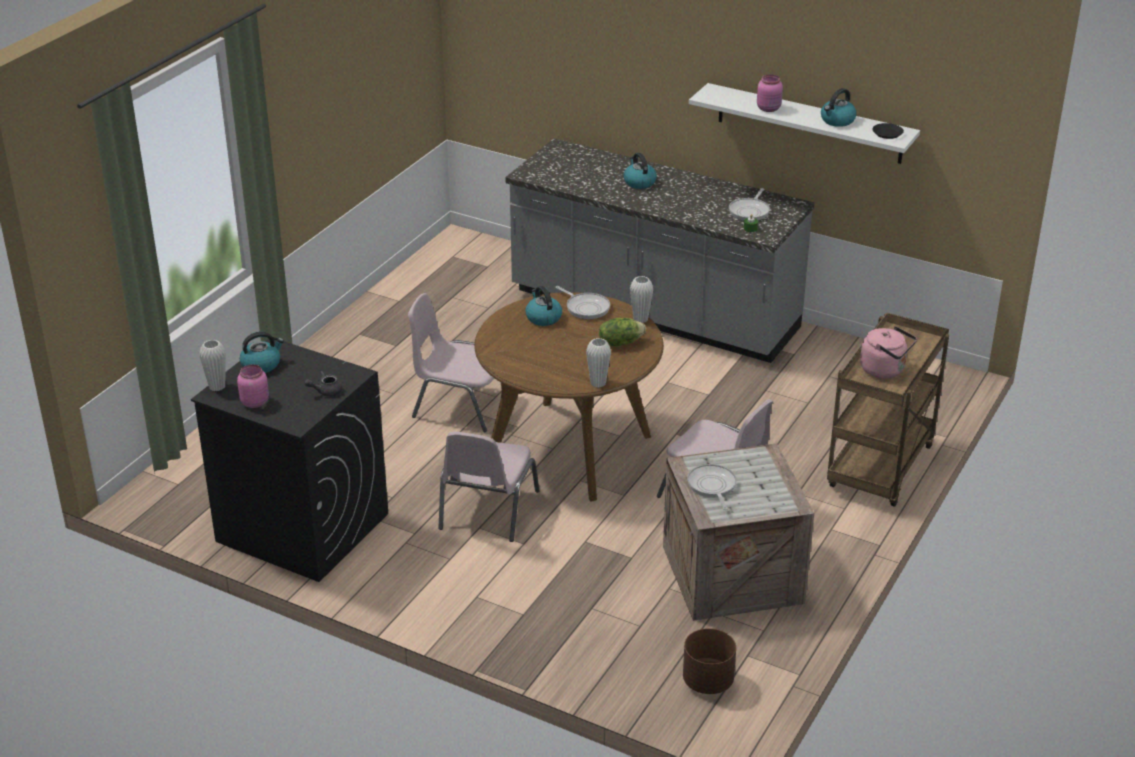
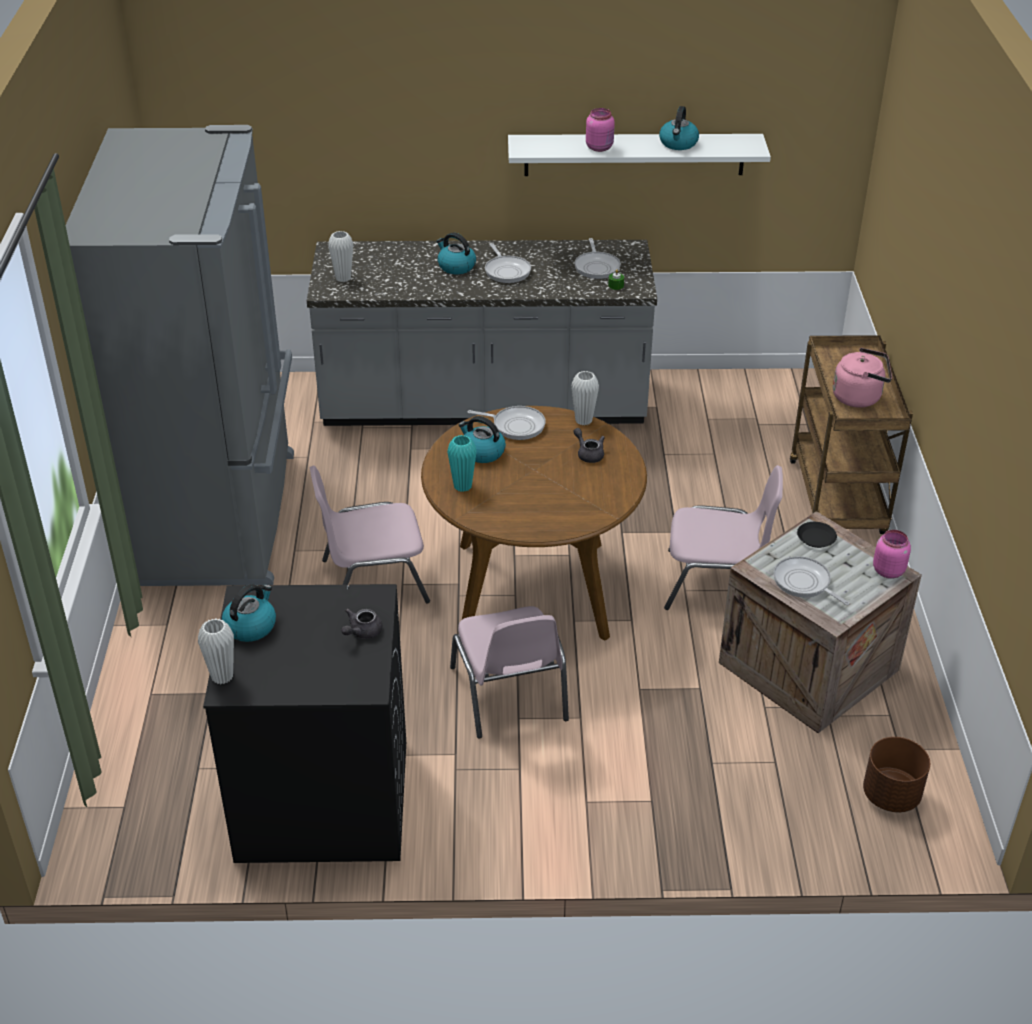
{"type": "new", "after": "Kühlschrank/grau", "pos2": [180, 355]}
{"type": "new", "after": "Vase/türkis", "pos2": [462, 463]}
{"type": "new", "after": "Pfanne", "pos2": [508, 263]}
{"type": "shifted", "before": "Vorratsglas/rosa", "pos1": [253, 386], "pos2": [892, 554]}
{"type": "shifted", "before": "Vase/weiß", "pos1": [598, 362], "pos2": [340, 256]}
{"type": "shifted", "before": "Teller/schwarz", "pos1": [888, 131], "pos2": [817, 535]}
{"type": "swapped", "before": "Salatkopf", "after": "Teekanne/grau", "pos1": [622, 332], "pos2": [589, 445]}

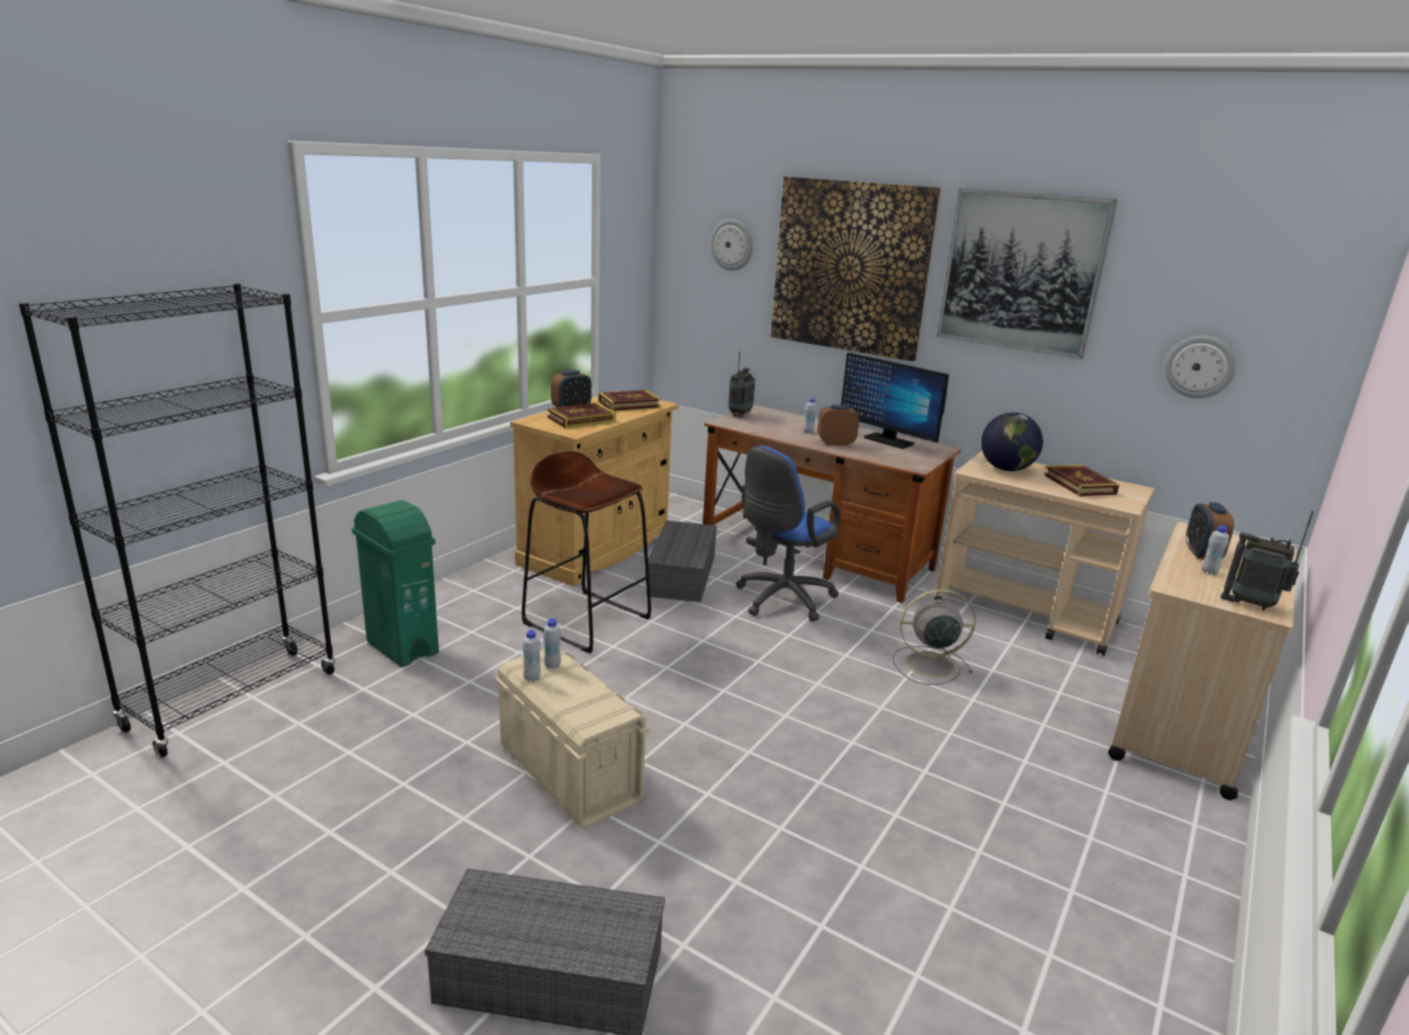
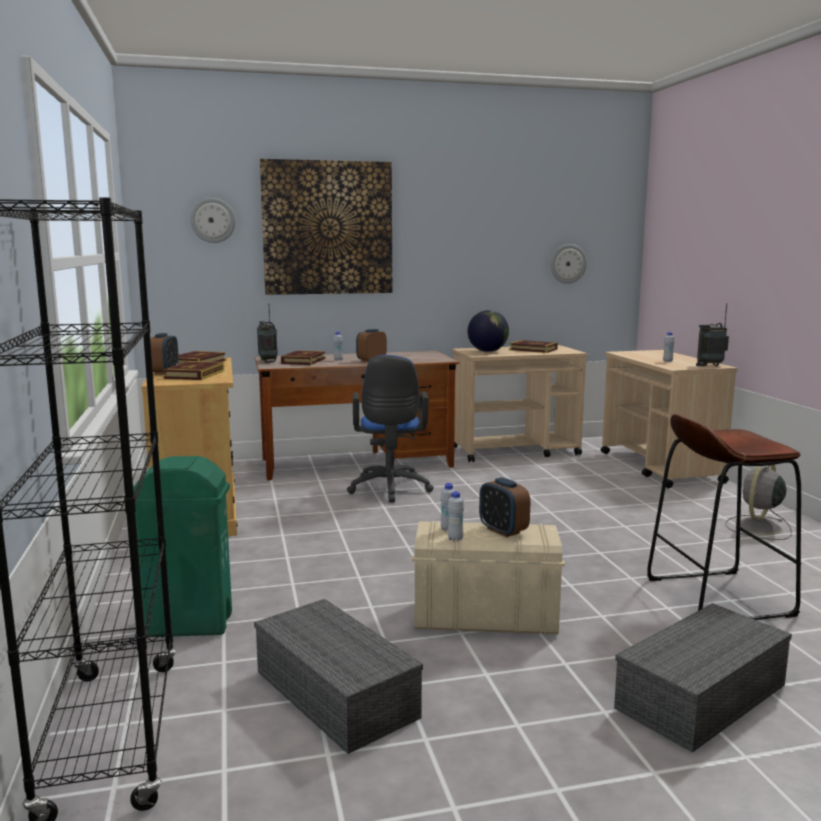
{"type": "gone", "before": "Monitor", "pos1": [895, 400]}
{"type": "gone", "before": "Bild", "pos1": [1026, 273]}
{"type": "new", "after": "Buch", "pos2": [303, 357]}
{"type": "shifted", "before": "Hocker/braun", "pos1": [586, 552], "pos2": [724, 517]}
{"type": "shifted", "before": "Aufbewahrungsbox/grau", "pos1": [681, 561], "pos2": [338, 676]}
{"type": "shifted", "before": "Ventilator/grau", "pos1": [934, 637], "pos2": [758, 502]}
{"type": "shifted", "before": "Wecker", "pos1": [1210, 530], "pos2": [504, 507]}

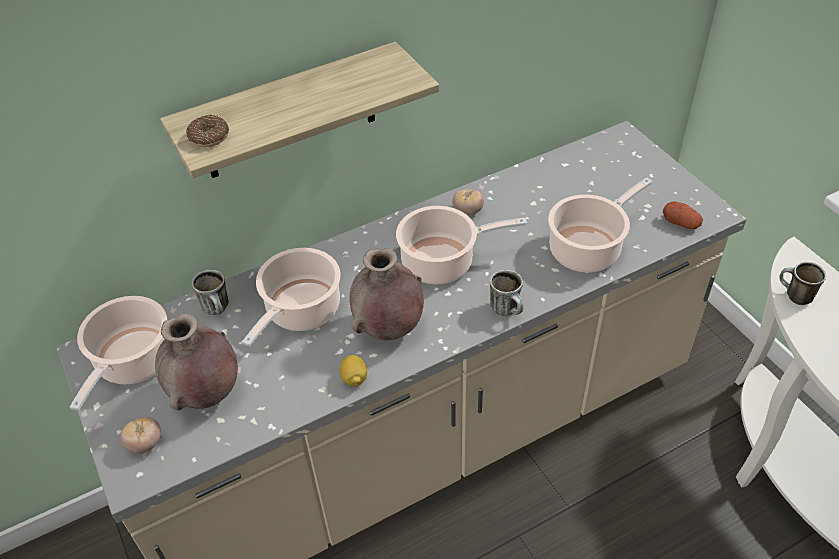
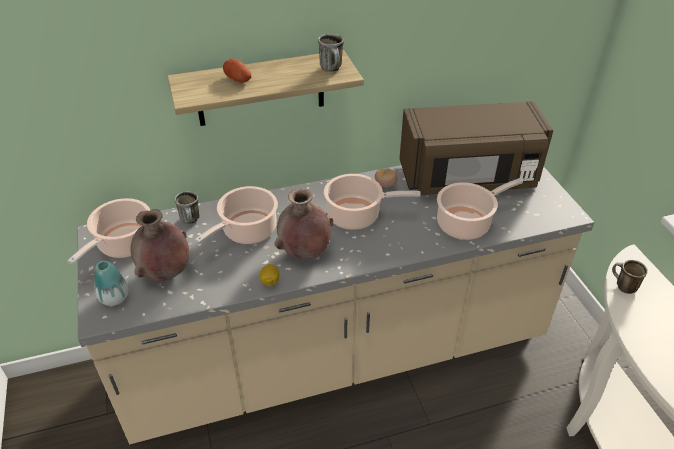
{"type": "gone", "before": "Donut", "pos1": [207, 130]}
{"type": "new", "after": "Mikrowelle/braun", "pos2": [476, 148]}
{"type": "shifted", "before": "Henkelbecher", "pos1": [507, 293], "pos2": [331, 53]}
{"type": "shifted", "before": "Kartoffel", "pos1": [683, 215], "pos2": [237, 71]}
{"type": "swapped", "before": "Tomate", "after": "Vase", "pos1": [140, 435], "pos2": [111, 283]}

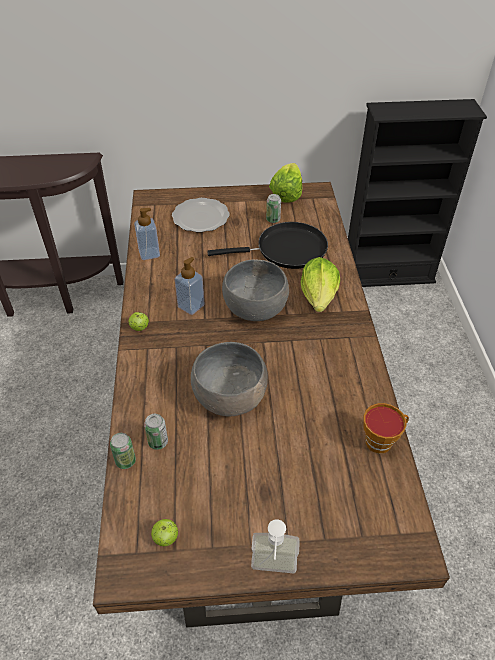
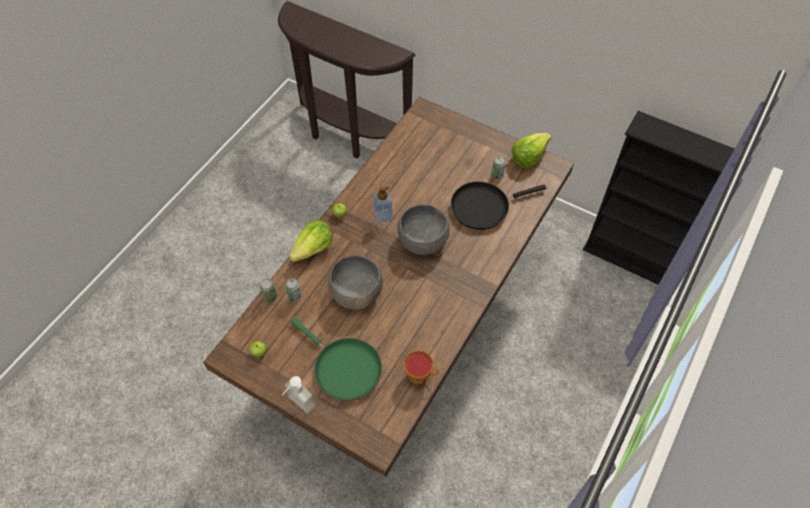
{"type": "gone", "before": "Seifenspender", "pos1": [147, 234]}
{"type": "gone", "before": "Teller", "pos1": [201, 215]}
{"type": "new", "after": "Pfanne/grün", "pos2": [336, 359]}
{"type": "shifted", "before": "Salatkopf", "pos1": [320, 284], "pos2": [311, 241]}
{"type": "rotated", "before": "Pfanne/schwarz", "pos1": [267, 245], "pos2": [498, 205], "turn": 135}

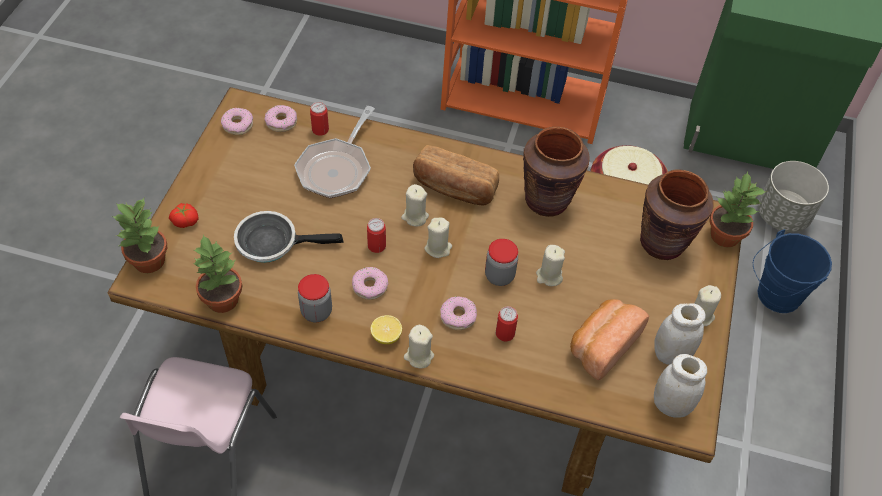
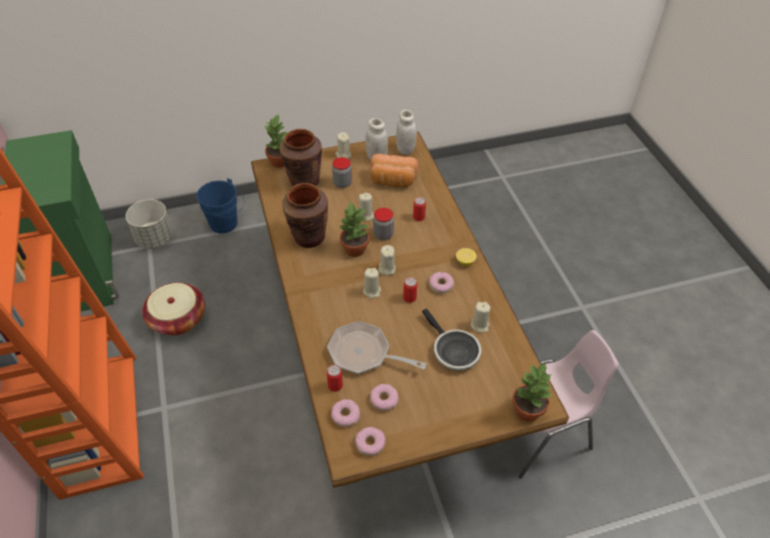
{"type": "gone", "before": "Tomate", "pos1": [183, 215]}
{"type": "gone", "before": "Brot", "pos1": [456, 175]}
{"type": "shifted", "before": "Topfpflanze", "pos1": [217, 274], "pos2": [354, 229]}
{"type": "shifted", "before": "Vorratsglas", "pos1": [315, 298], "pos2": [342, 172]}
{"type": "shifted", "before": "Kerze/beige", "pos1": [419, 346], "pos2": [481, 317]}
{"type": "shifted", "before": "Donut", "pos1": [458, 313], "pos2": [384, 397]}
{"type": "rotated", "before": "Pfanne", "pos1": [334, 152], "pos2": [377, 347], "turn": -150}

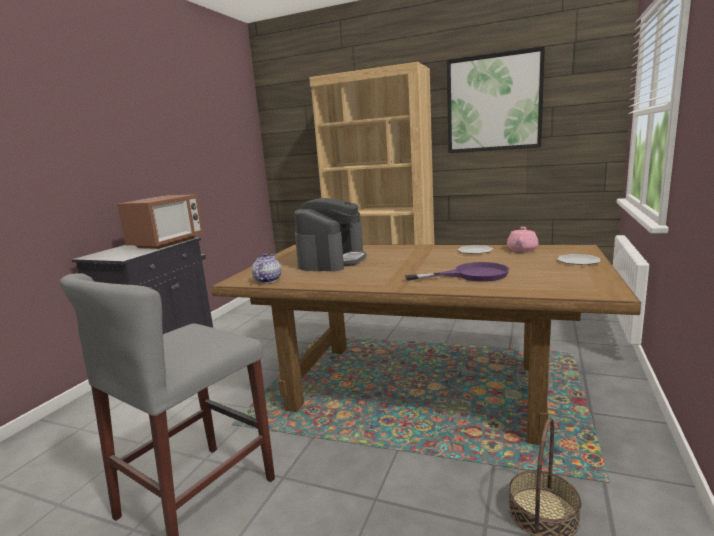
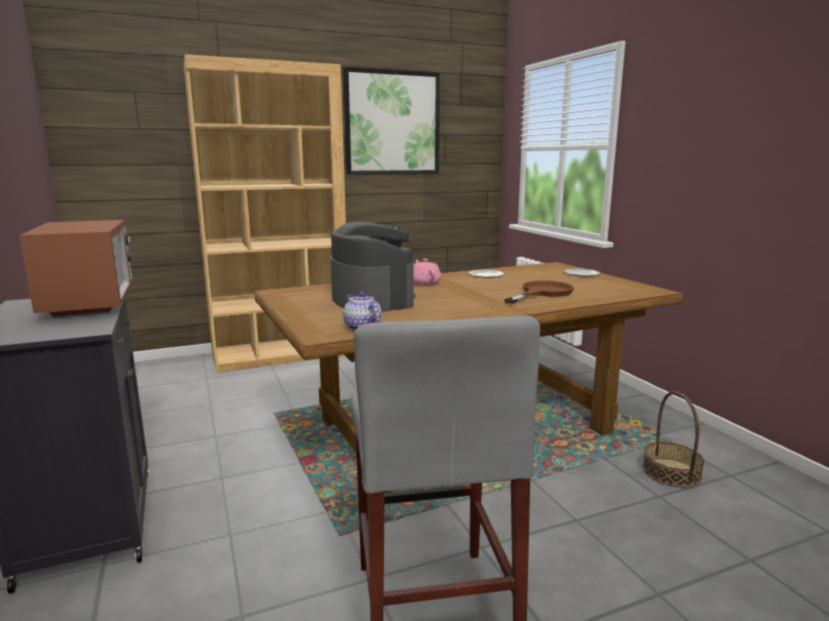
{"type": "shifted", "before": "Teekanne/rosa", "pos1": [523, 239], "pos2": [427, 272]}
{"type": "repainted", "before": "Pfanne/lila", "after": "Pfanne/braun", "pos1": [457, 272], "pos2": [539, 292]}

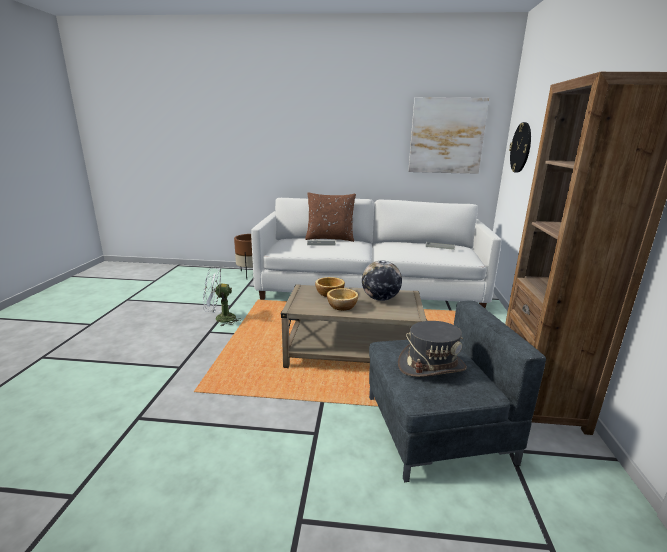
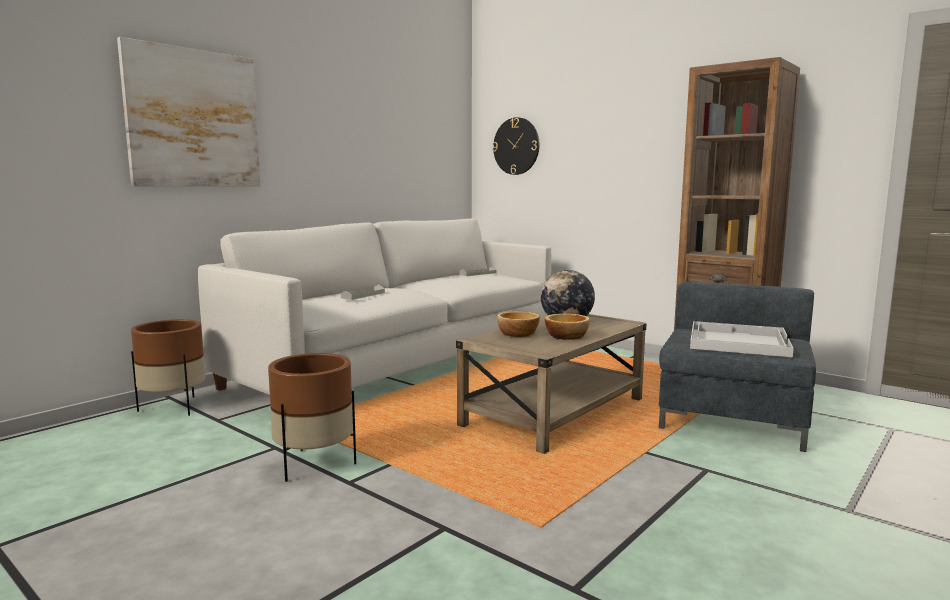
{"type": "gone", "before": "Kissen/braun", "pos1": [330, 217]}
{"type": "shifted", "before": "Bild", "pos1": [448, 135], "pos2": [189, 111]}
{"type": "swapped", "before": "Ventilator/weiß", "after": "Pflanzkübel/braun", "pos1": [222, 297], "pos2": [312, 417]}
{"type": "swapped", "before": "Hut/grau", "after": "Tablett/weiß", "pos1": [432, 349], "pos2": [742, 339]}

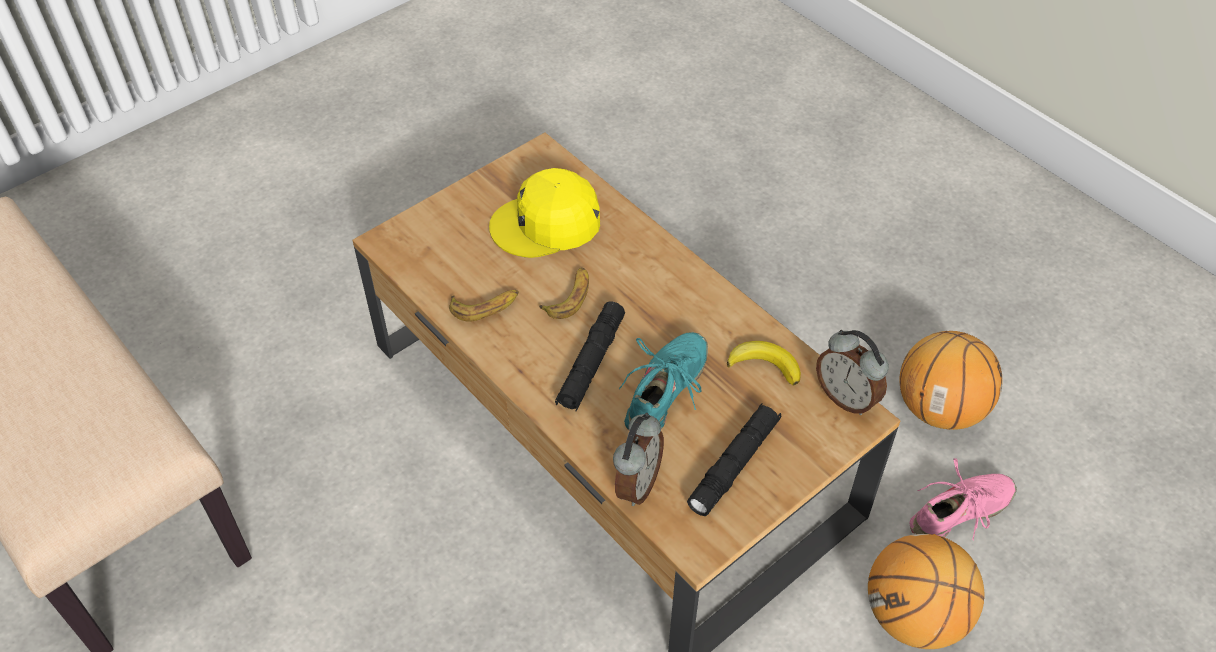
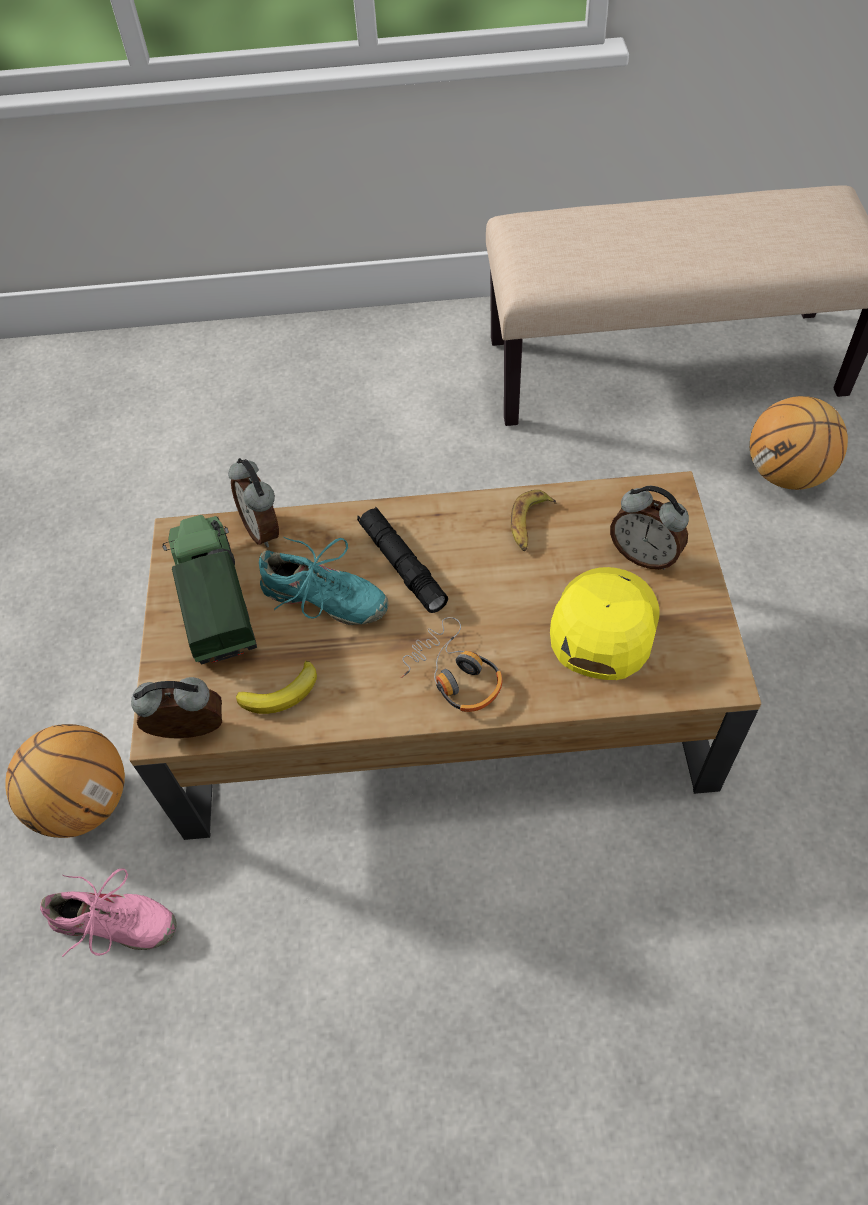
{"type": "gone", "before": "Banane", "pos1": [564, 293]}
{"type": "new", "after": "Kopfhörer", "pos2": [451, 664]}
{"type": "new", "after": "Wecker", "pos2": [649, 528]}
{"type": "shifted", "before": "Basketball", "pos1": [951, 380], "pos2": [799, 443]}
{"type": "swapped", "before": "Taschenlampe/schwarz", "after": "Spielzeuglaster", "pos1": [734, 459], "pos2": [209, 590]}
{"type": "rotated", "before": "Schuh/türkis", "pos1": [663, 381], "pos2": [324, 581], "turn": -45}
{"type": "rotated", "before": "Schuh/rosa", "pos1": [963, 499], "pos2": [108, 912], "turn": -90}

